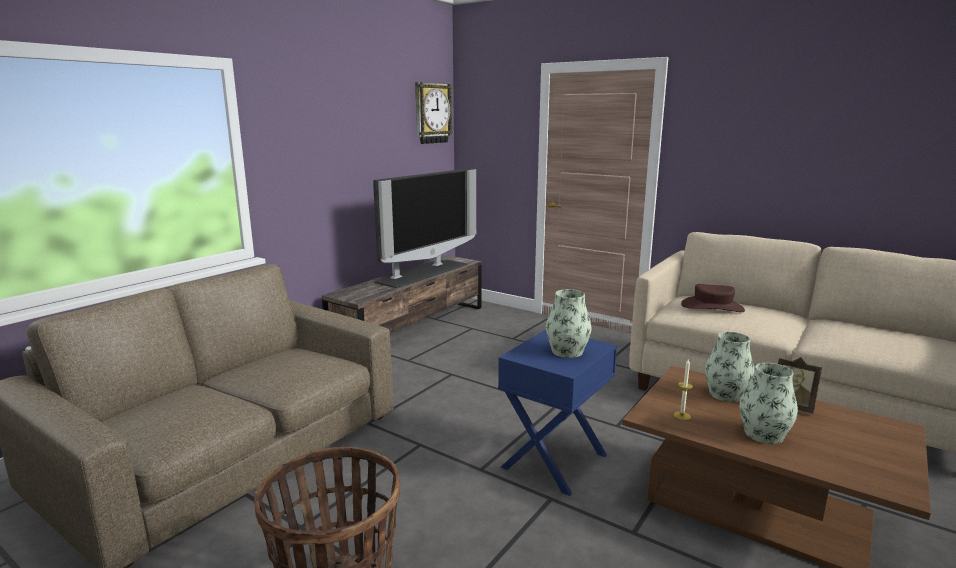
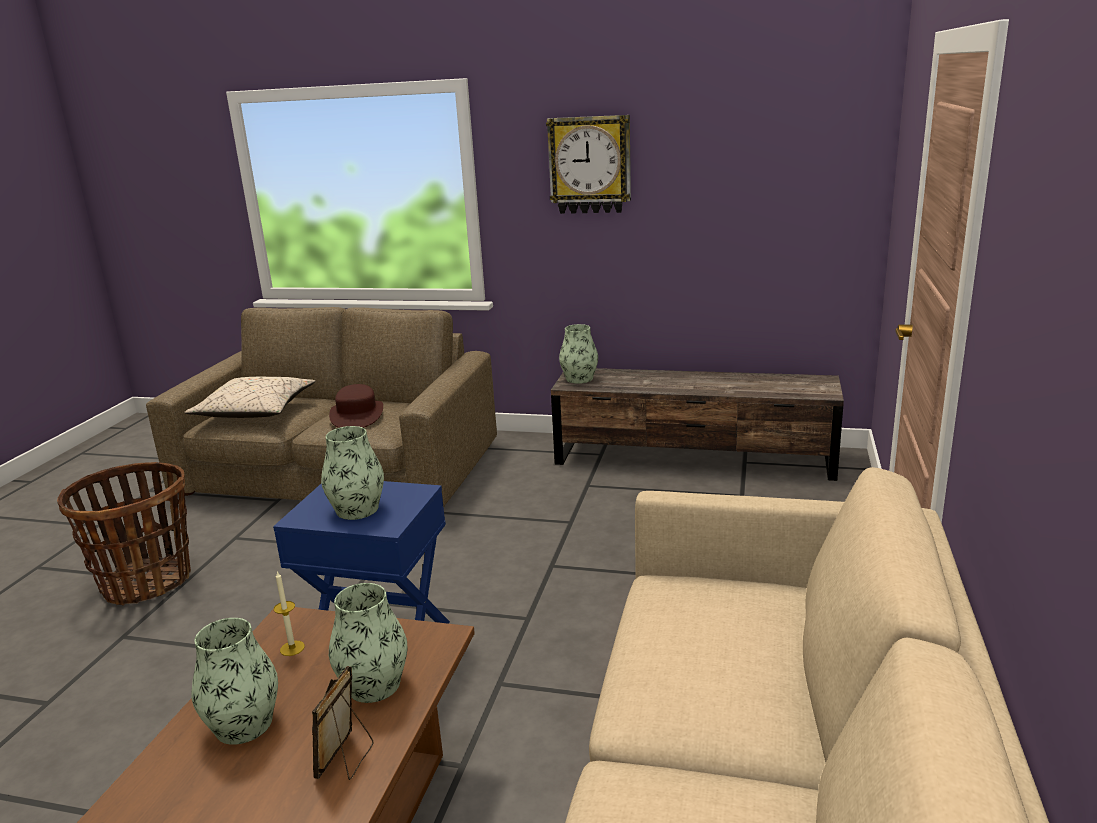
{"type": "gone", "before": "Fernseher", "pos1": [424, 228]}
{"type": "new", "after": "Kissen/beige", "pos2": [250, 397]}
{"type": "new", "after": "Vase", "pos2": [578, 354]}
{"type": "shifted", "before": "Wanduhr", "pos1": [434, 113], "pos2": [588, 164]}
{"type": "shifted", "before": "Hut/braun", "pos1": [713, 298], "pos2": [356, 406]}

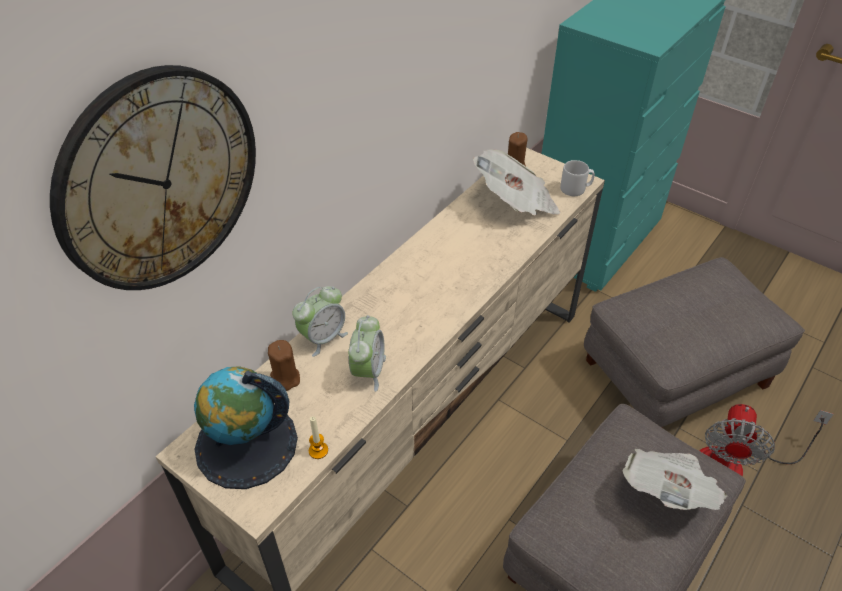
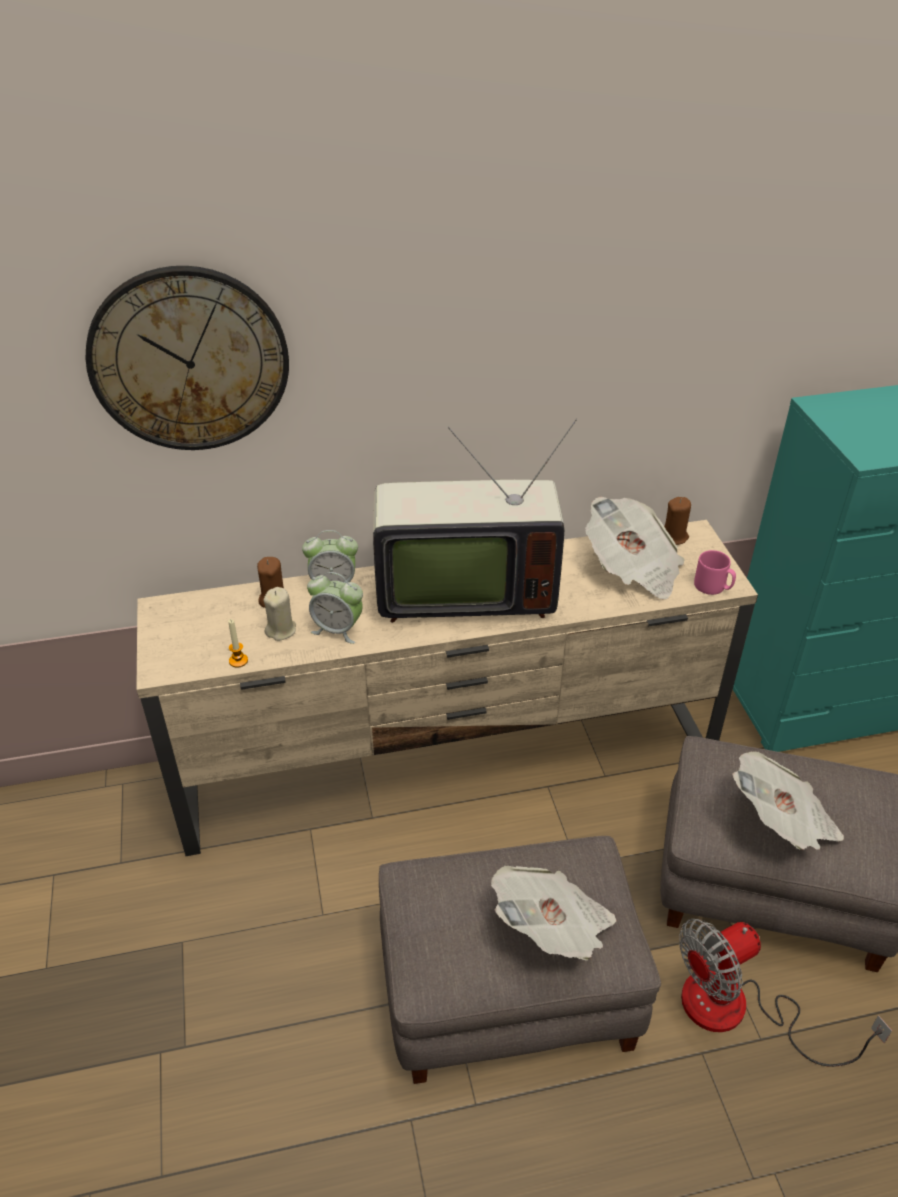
{"type": "gone", "before": "Globus", "pos1": [246, 427]}
{"type": "new", "after": "Kerze/beige", "pos2": [279, 614]}
{"type": "new", "after": "Fernseher", "pos2": [475, 521]}
{"type": "new", "after": "Zeitung", "pos2": [788, 800]}
{"type": "repainted", "before": "Henkelbecher/grau", "after": "Henkelbecher/rosa", "pos1": [577, 178], "pos2": [715, 572]}
{"type": "rotated", "before": "Wecker", "pos1": [367, 353], "pos2": [335, 608], "turn": 60}

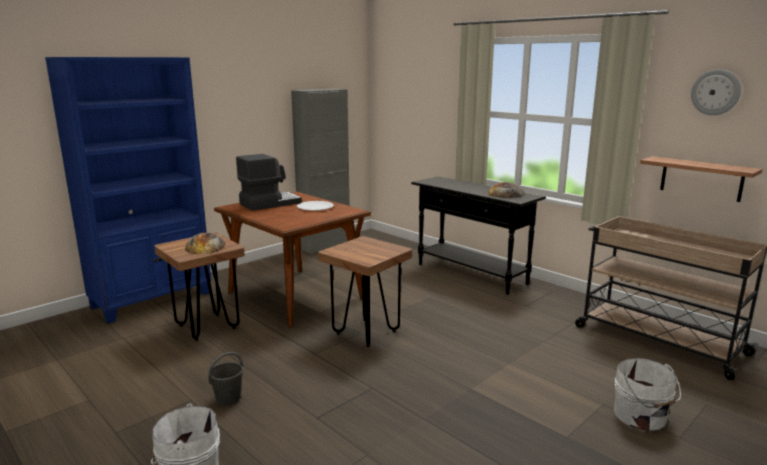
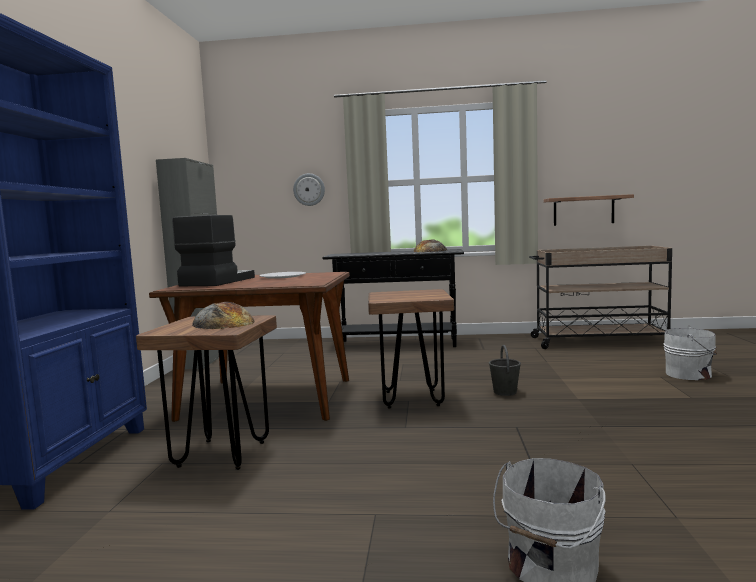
{"type": "shifted", "before": "Eimer/grau", "pos1": [225, 379], "pos2": [505, 370]}
{"type": "shifted", "before": "Wanduhr", "pos1": [716, 92], "pos2": [309, 189]}

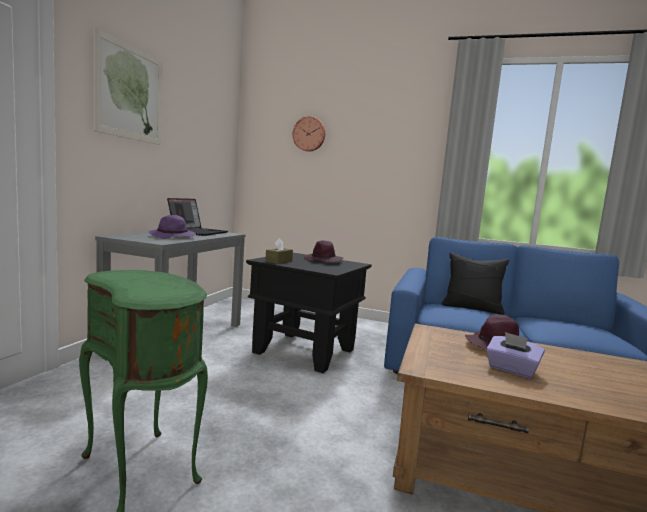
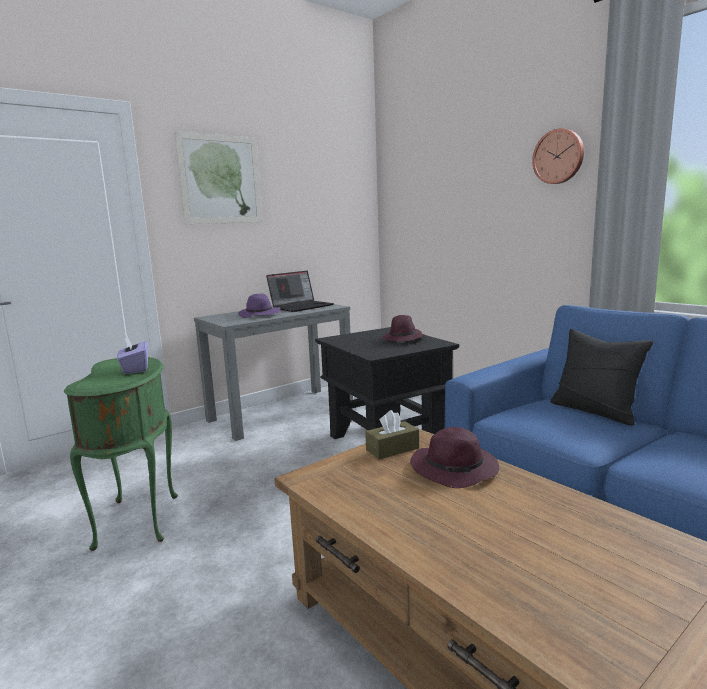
{"type": "shifted", "before": "Taschentuchbox/braun", "pos1": [279, 251], "pos2": [392, 434]}
{"type": "shifted", "before": "Wanduhr", "pos1": [309, 134], "pos2": [558, 156]}
{"type": "shifted", "before": "Taschentuchbox/lila", "pos1": [515, 355], "pos2": [132, 355]}

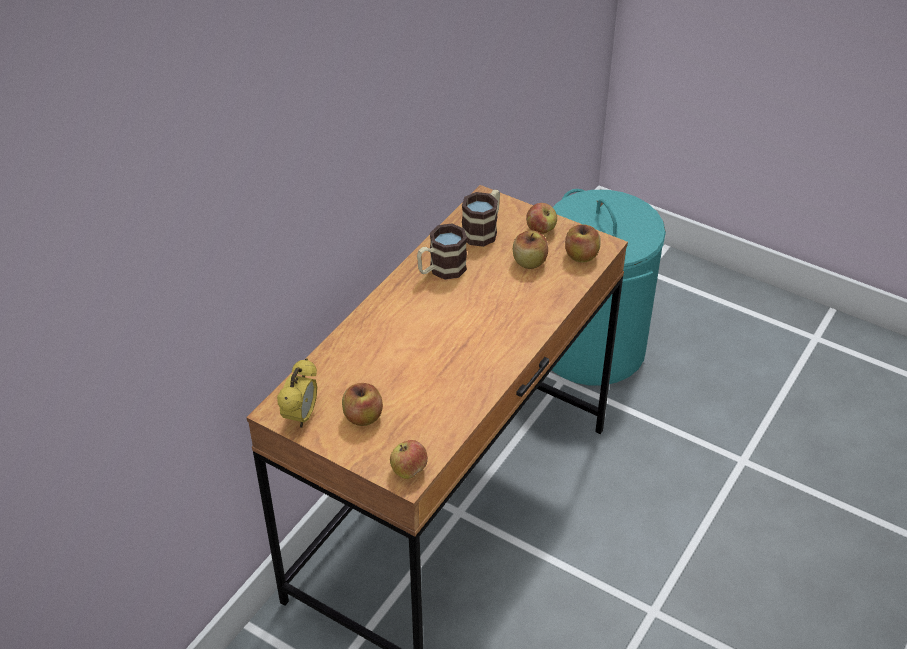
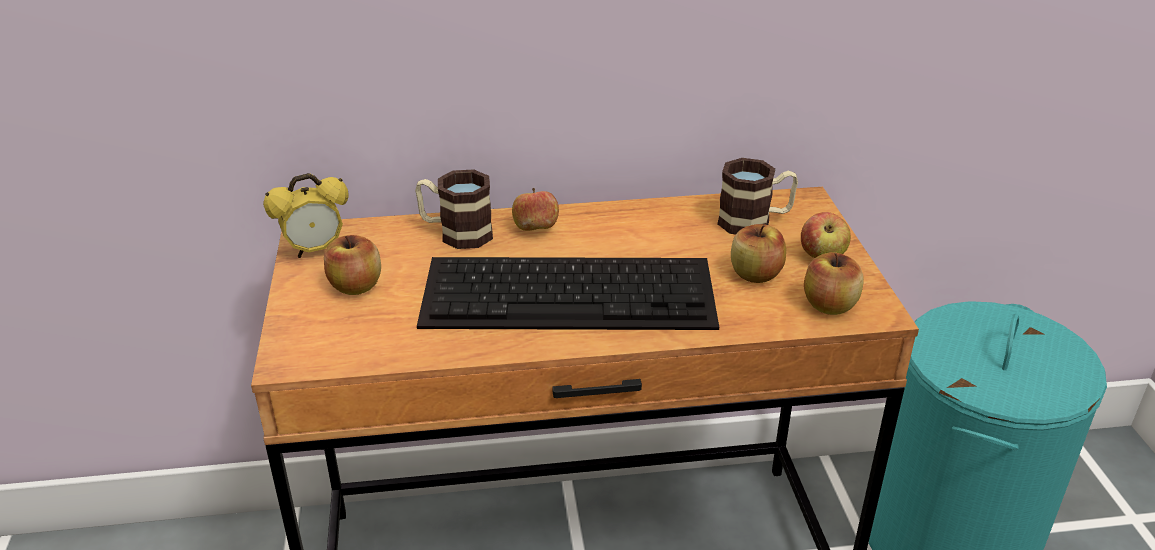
{"type": "new", "after": "Tastatur", "pos2": [568, 293]}
{"type": "shifted", "before": "Apfel", "pos1": [409, 459], "pos2": [535, 209]}
{"type": "shifted", "before": "Henkelbecher", "pos1": [442, 252], "pos2": [454, 209]}

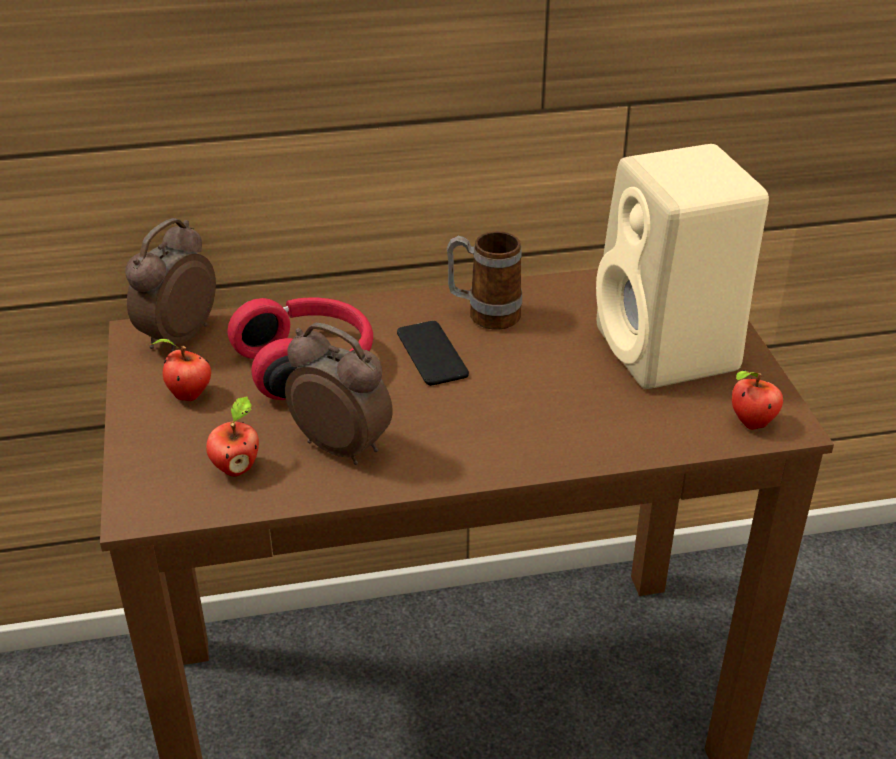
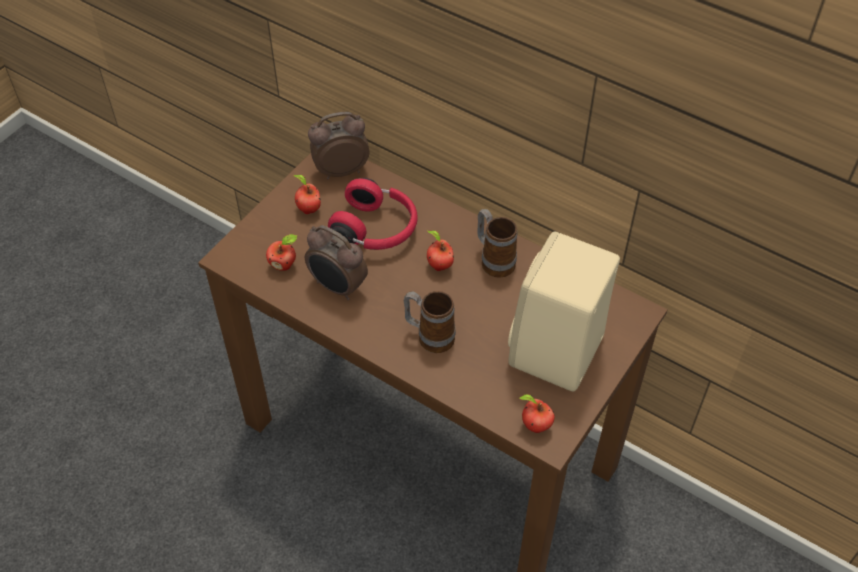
{"type": "new", "after": "Henkelbecher", "pos2": [430, 322]}
{"type": "swapped", "before": "Handy", "after": "Apfel", "pos1": [433, 353], "pos2": [440, 251]}
{"type": "rotated", "before": "Wecker", "pos1": [339, 394], "pos2": [336, 262], "turn": 135}

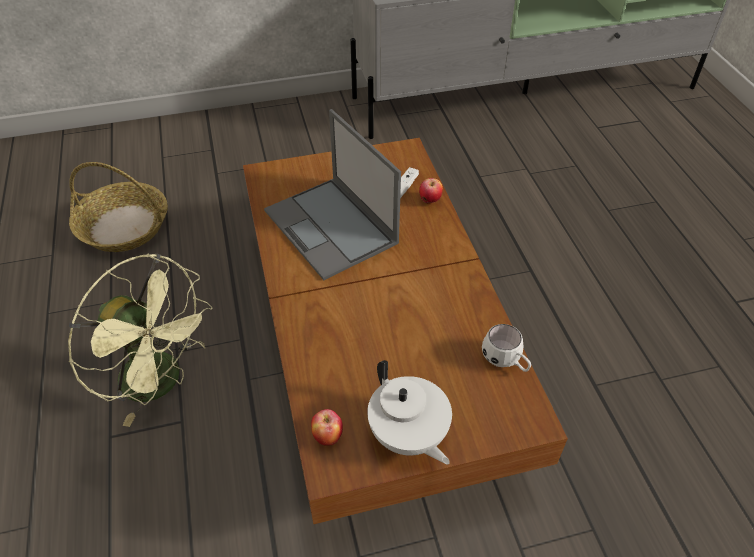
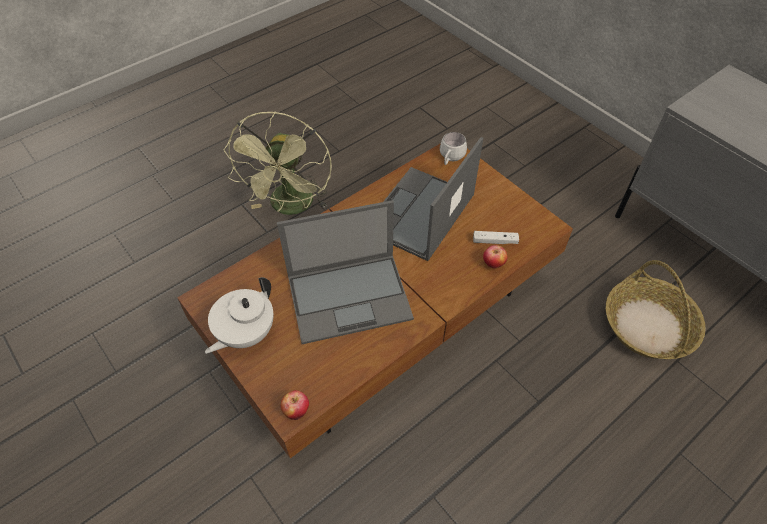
{"type": "new", "after": "Laptop", "pos2": [345, 272]}
{"type": "shifted", "before": "Korb", "pos1": [118, 207], "pos2": [656, 309]}
{"type": "shifted", "before": "Apfel", "pos1": [327, 427], "pos2": [295, 405]}
{"type": "shifted", "before": "Henkelbecher/weiß", "pos1": [506, 348], "pos2": [453, 148]}

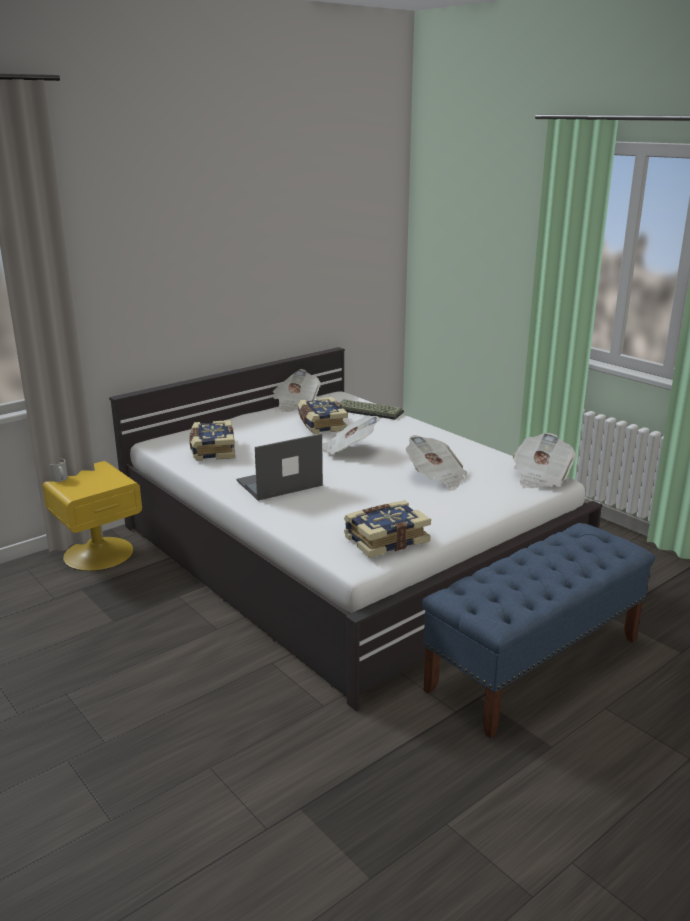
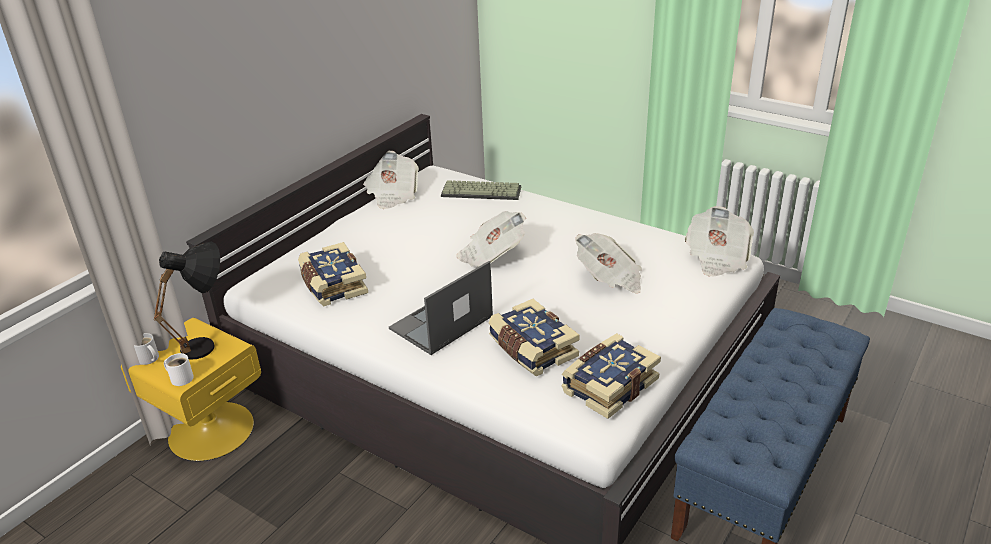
{"type": "new", "after": "Tischlampe/schwarz", "pos2": [187, 301]}
{"type": "new", "after": "Henkelbecher/weiß", "pos2": [179, 369]}
{"type": "shifted", "before": "Buch", "pos1": [323, 415], "pos2": [534, 338]}

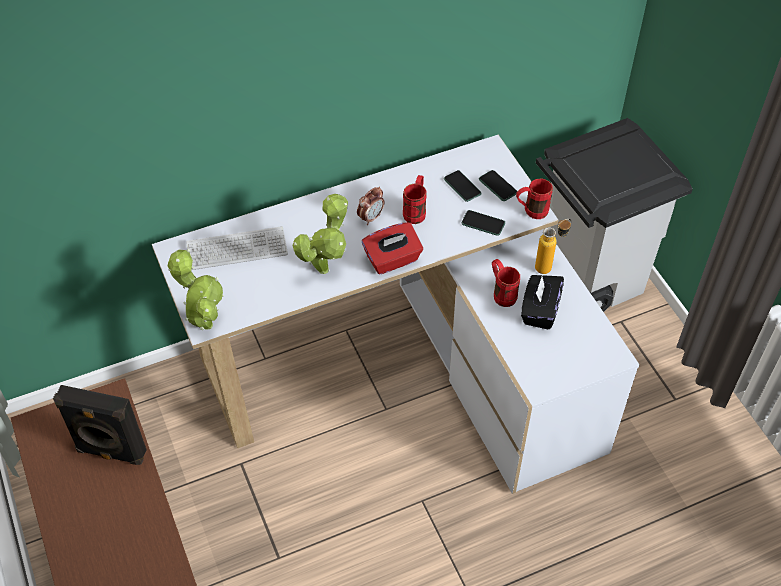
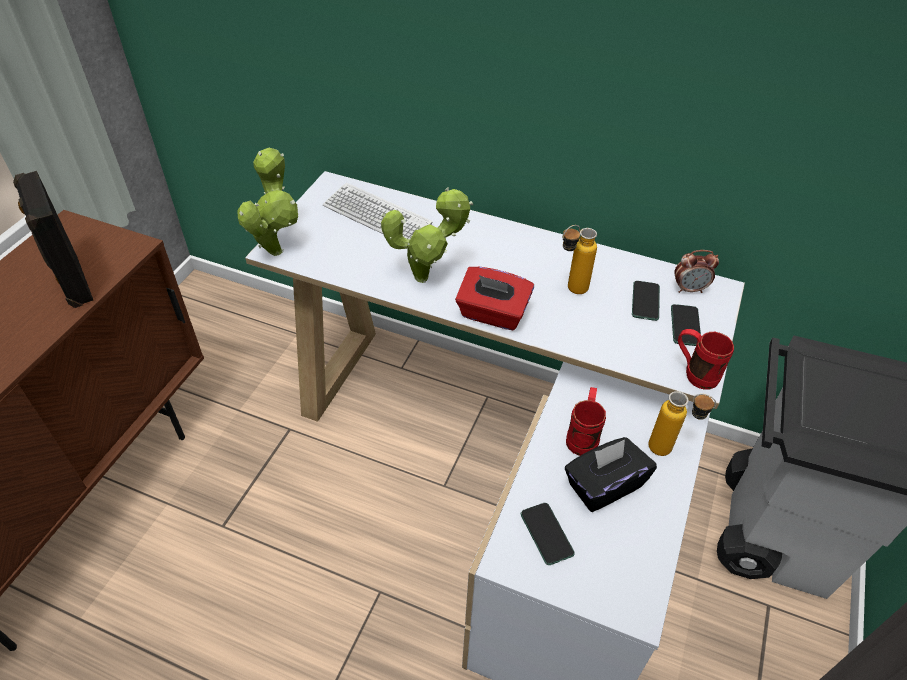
{"type": "shifted", "before": "Wecker", "pos1": [370, 206], "pos2": [696, 271]}
{"type": "shifted", "before": "Handy", "pos1": [483, 223], "pos2": [548, 534]}
{"type": "swapped", "before": "Henkelbecher/rot", "after": "Flasche", "pos1": [415, 199], "pos2": [579, 259]}

